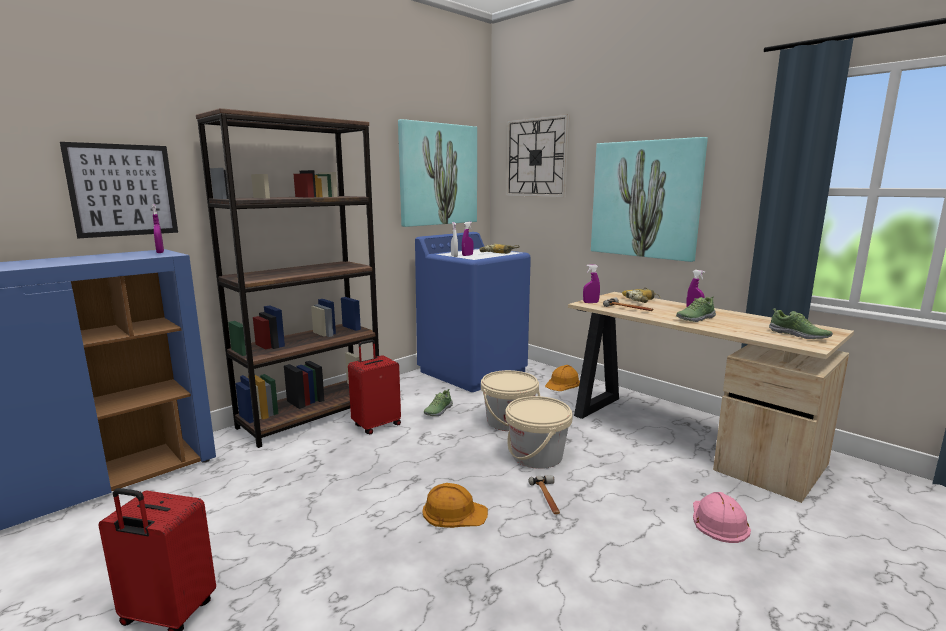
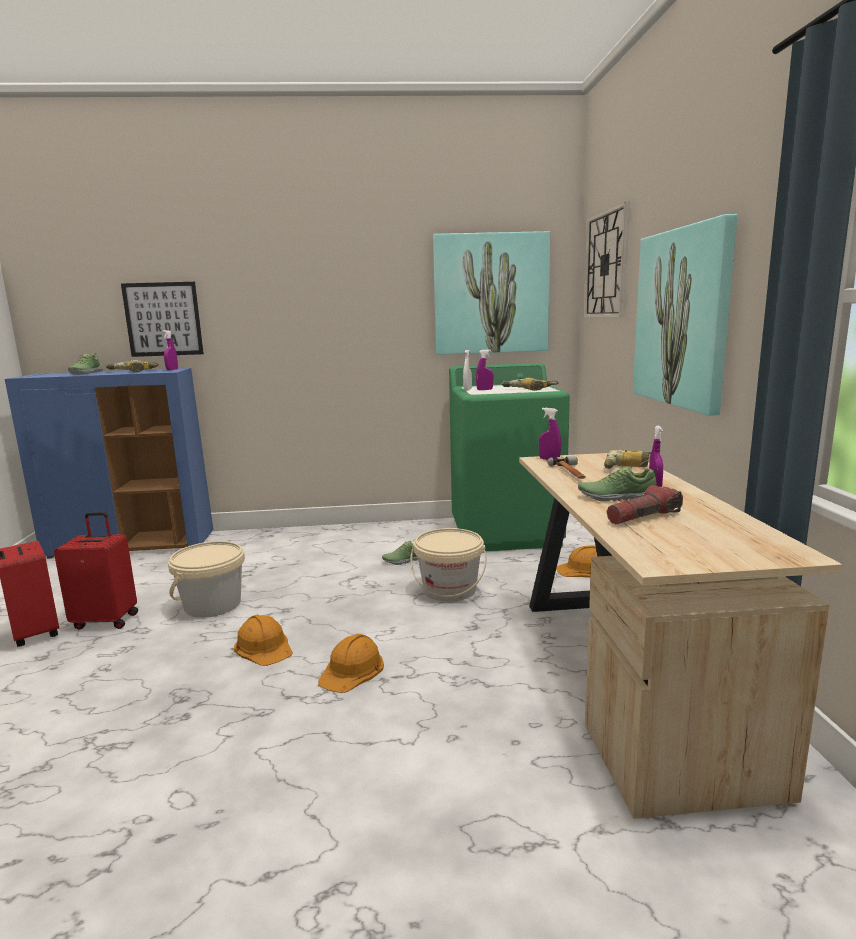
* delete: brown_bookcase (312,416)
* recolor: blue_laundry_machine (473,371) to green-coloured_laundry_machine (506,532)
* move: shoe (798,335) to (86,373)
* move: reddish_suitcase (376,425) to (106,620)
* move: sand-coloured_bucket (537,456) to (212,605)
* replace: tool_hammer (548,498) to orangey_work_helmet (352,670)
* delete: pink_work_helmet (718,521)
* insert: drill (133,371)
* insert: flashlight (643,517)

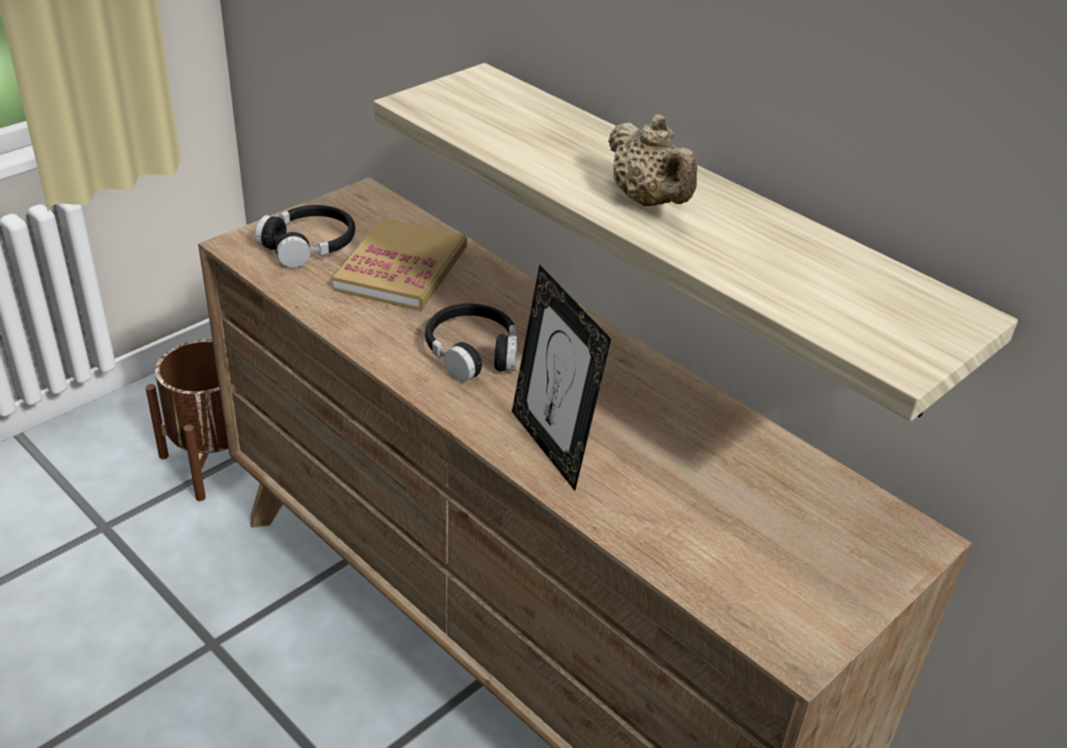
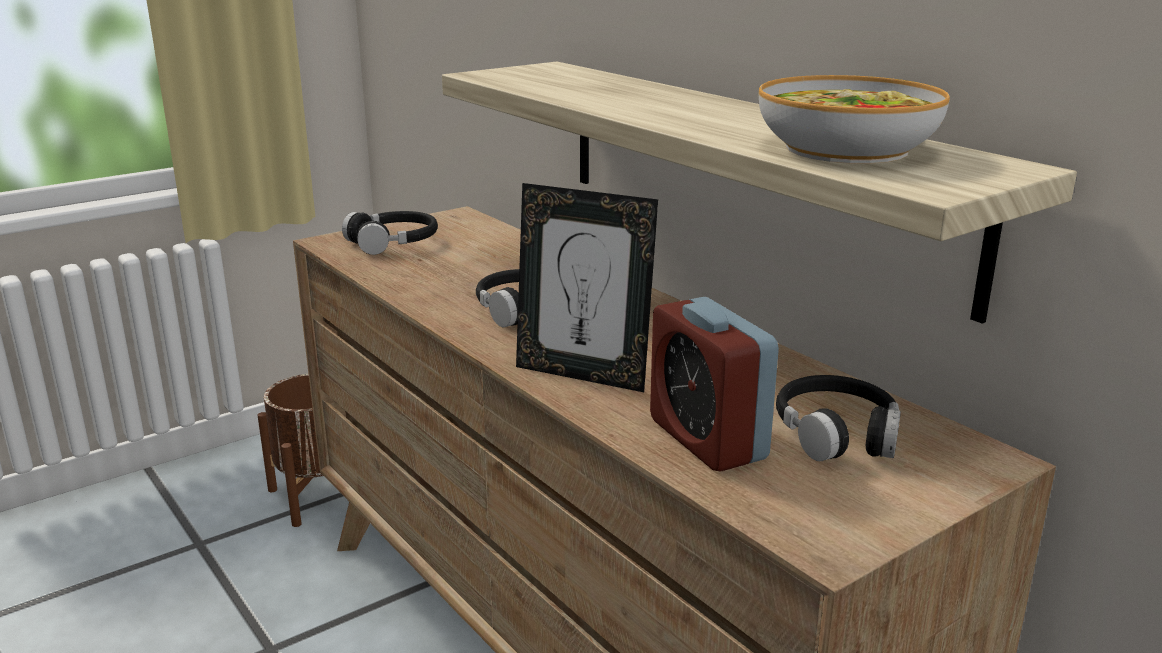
* delete: sand-coloured_tea_pot (648,201)
* delete: book (402,269)
* rotate: picture_frame (551,446) = (583,374) 45 degrees counterclockwise
* insert: bowl (846,149)
* insert: table_clock (707,439)
* insert: blackish_headset (837,433)

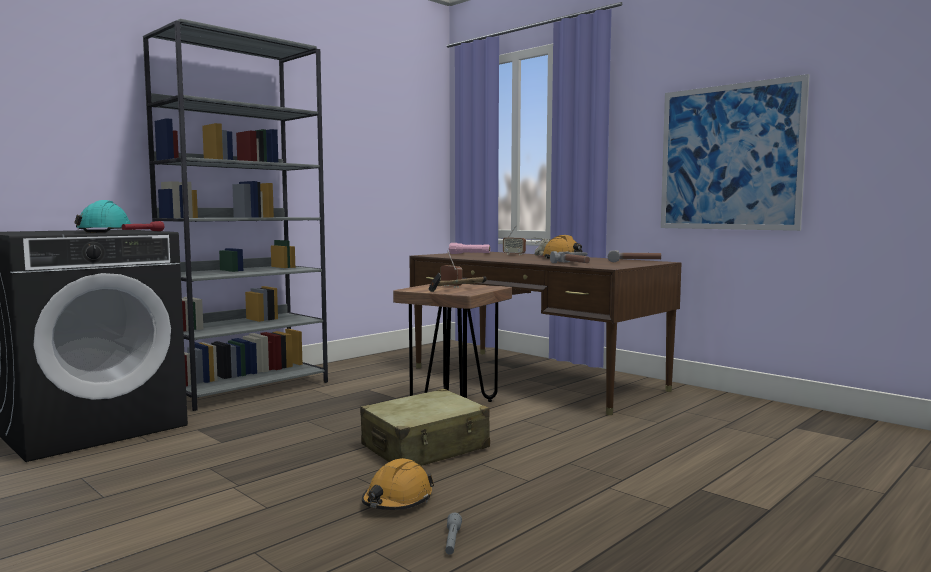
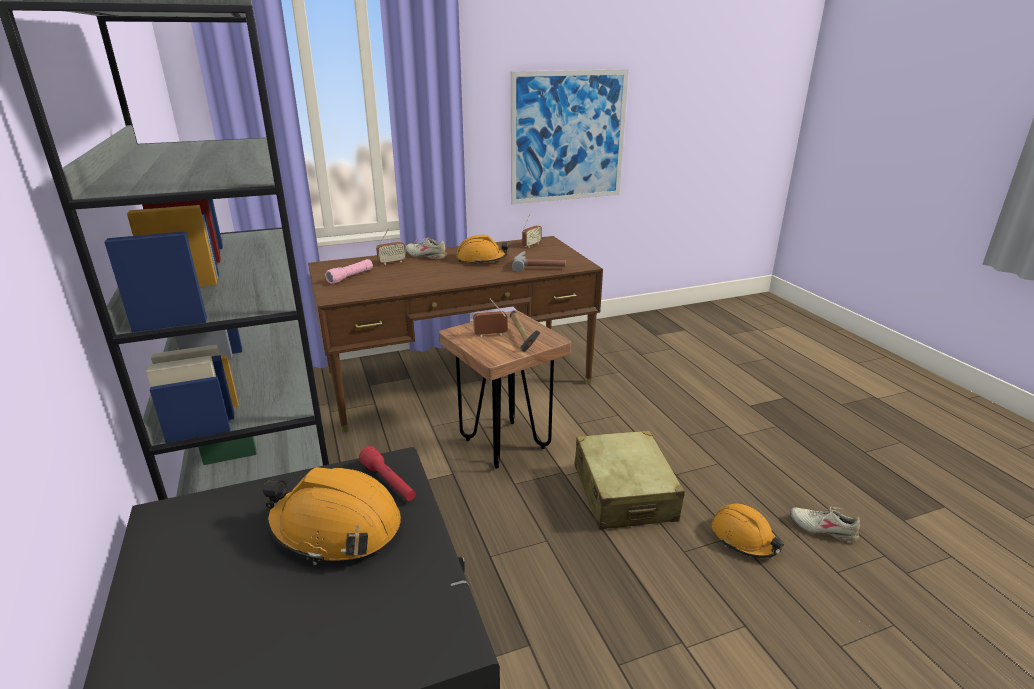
* recolor: blue-green_work_helmet (105,231) to orangey_work_helmet (335,528)
* replace: tool_hammer (634,261) to radio (531,245)
* replace: greyish_flashlight (452,541) to sand-coloured_shoe (823,529)

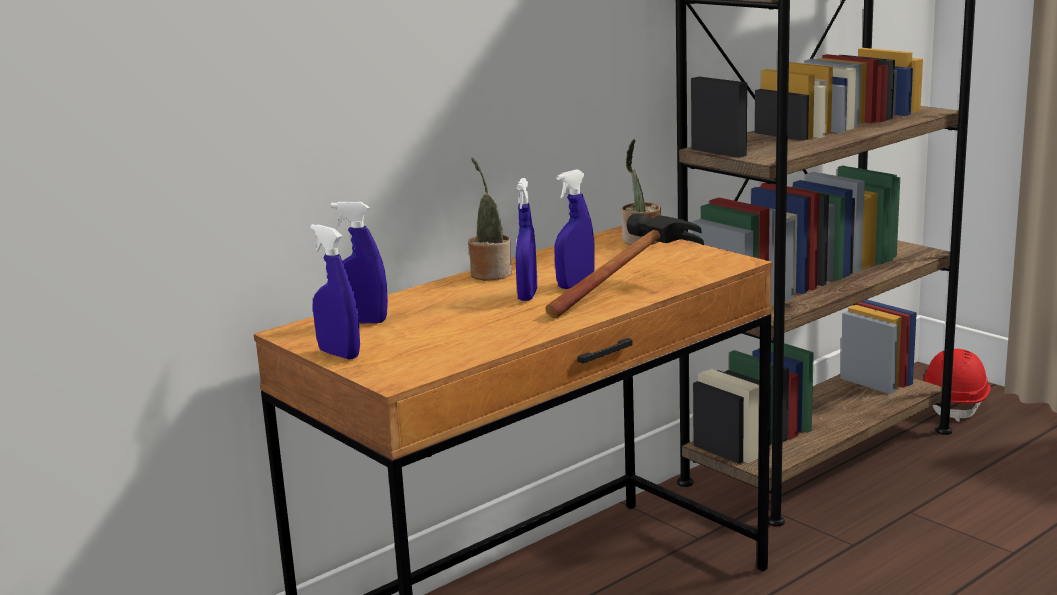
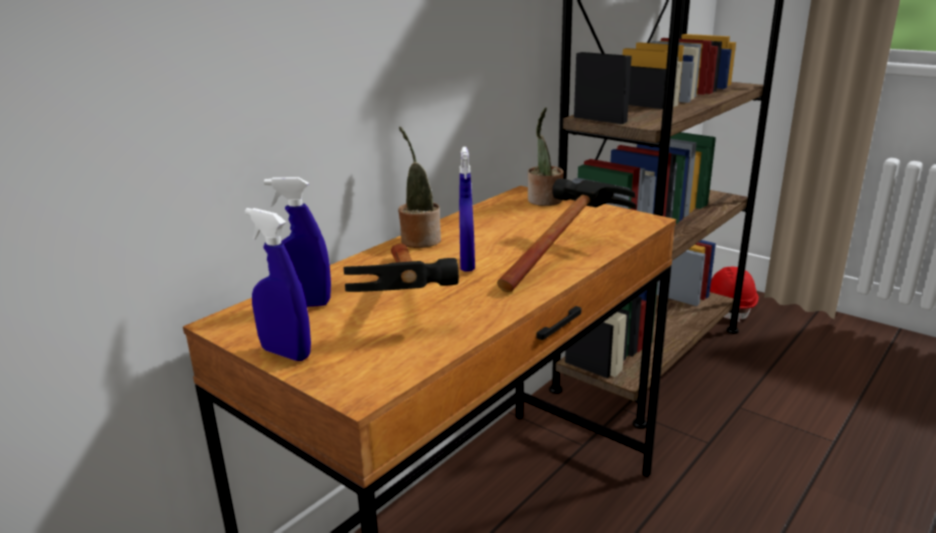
* delete: blue_hand_sprayer (575,284)
* insert: tool_hammer (408,303)

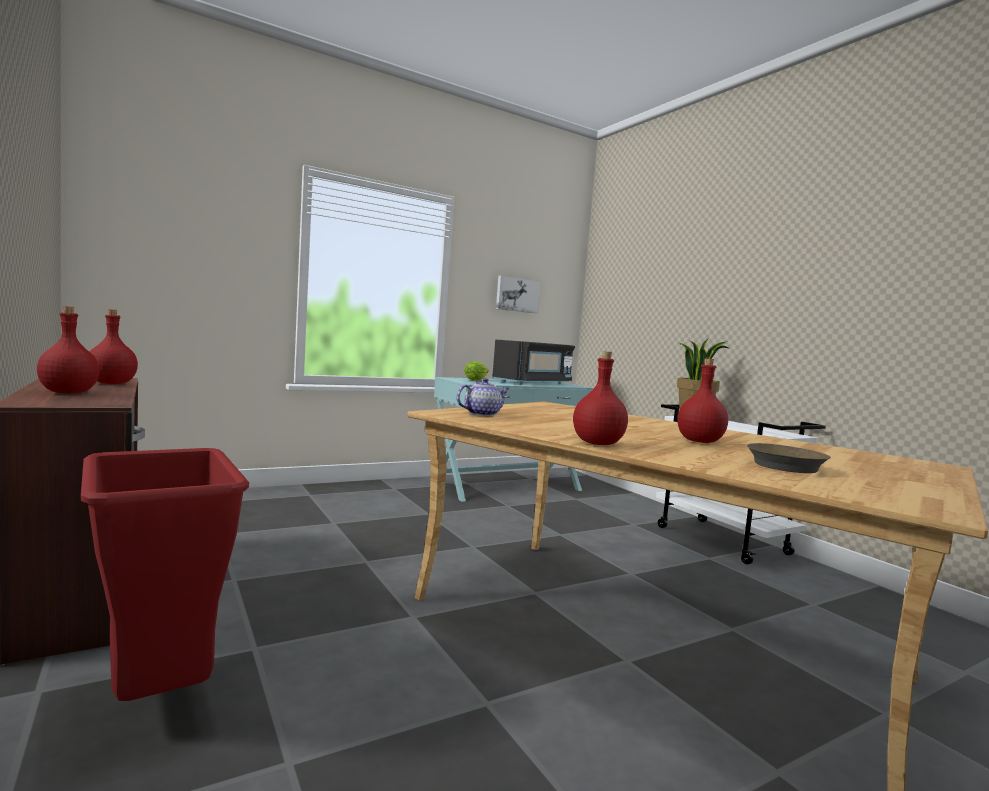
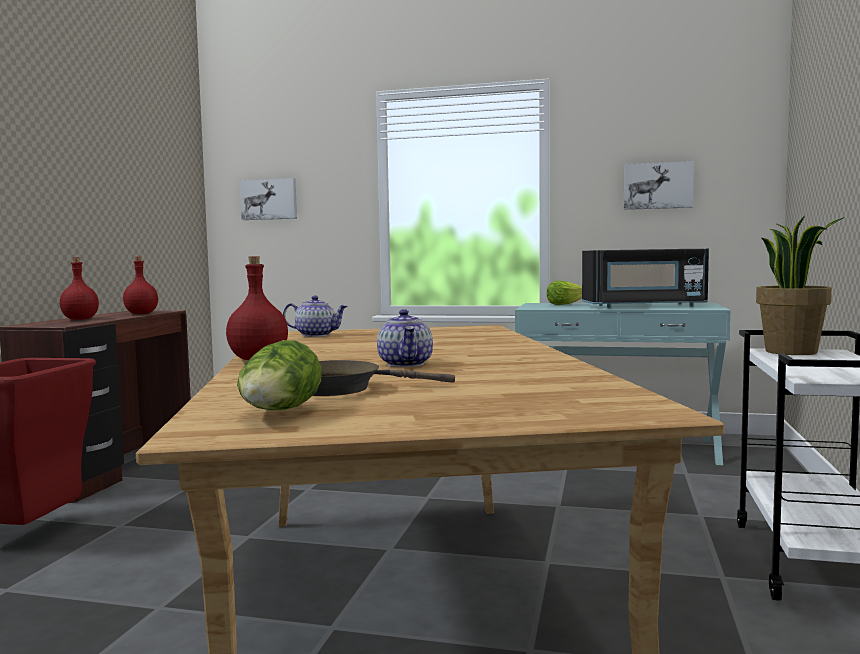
* replace: reddish_beverage_bottle (699,441) to tea_pot (406,364)
* insert: picture (269,199)
* insert: lettuce (279,413)

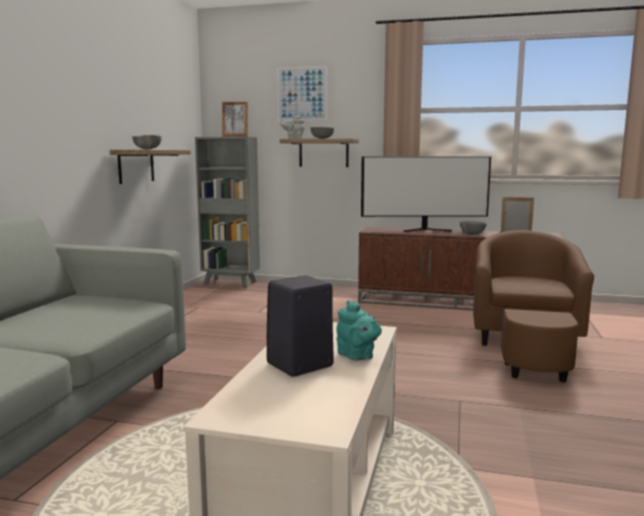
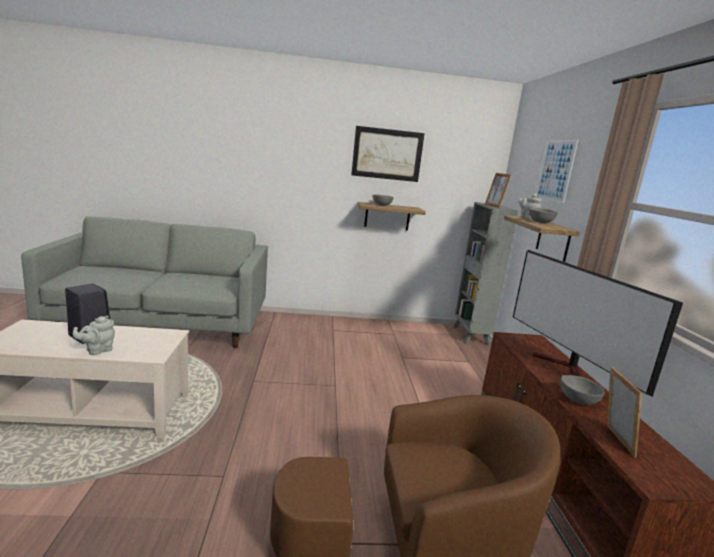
* recolor: blue-green_tea_pot (357,356) to greyish_tea_pot (97,350)
* insert: picture (387,154)

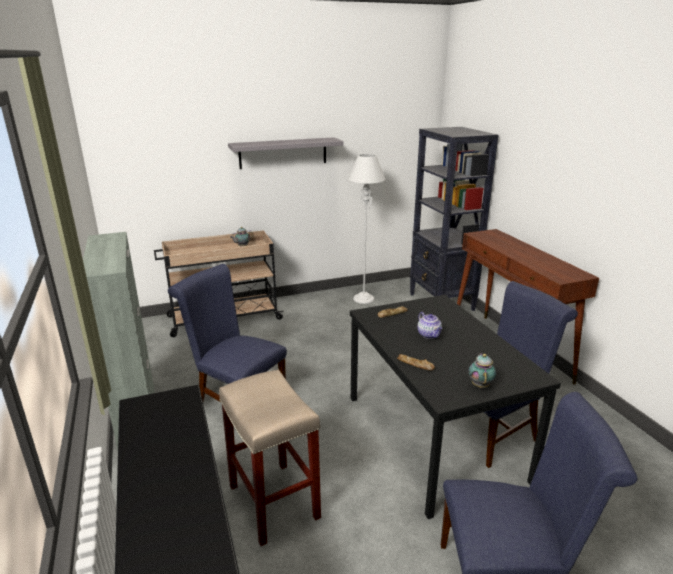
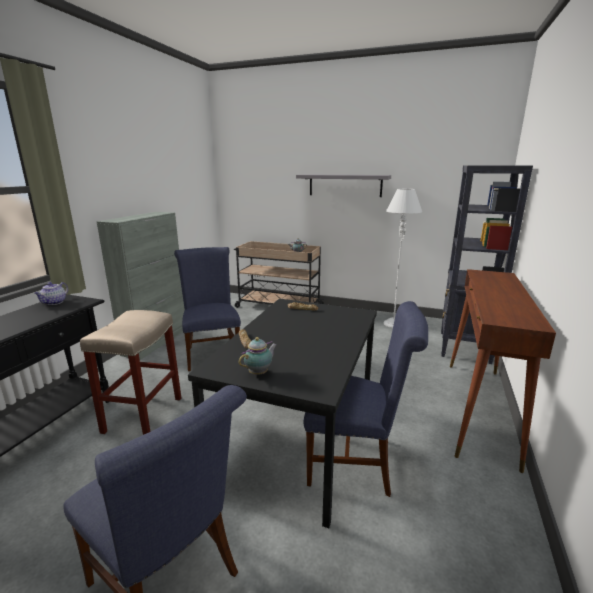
* move: tea_pot (429,335) to (54,302)

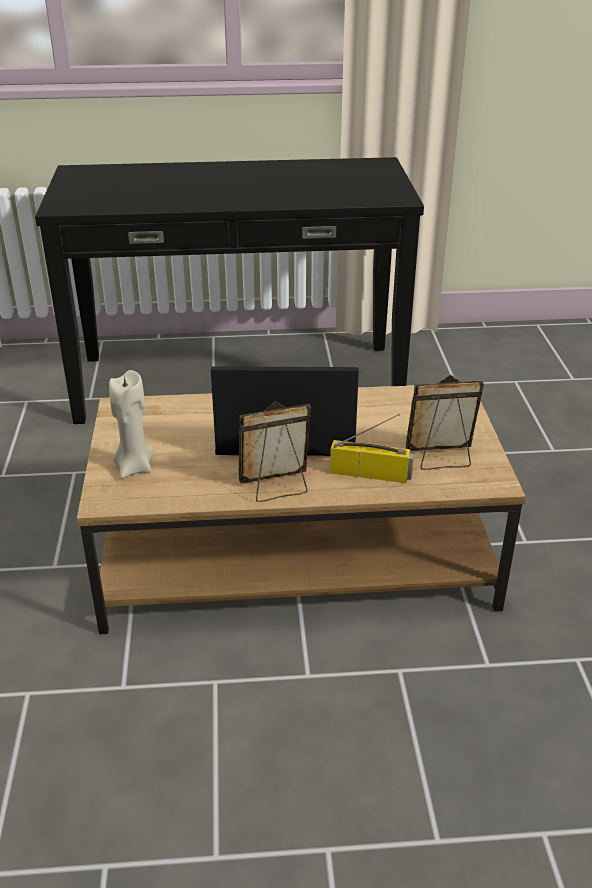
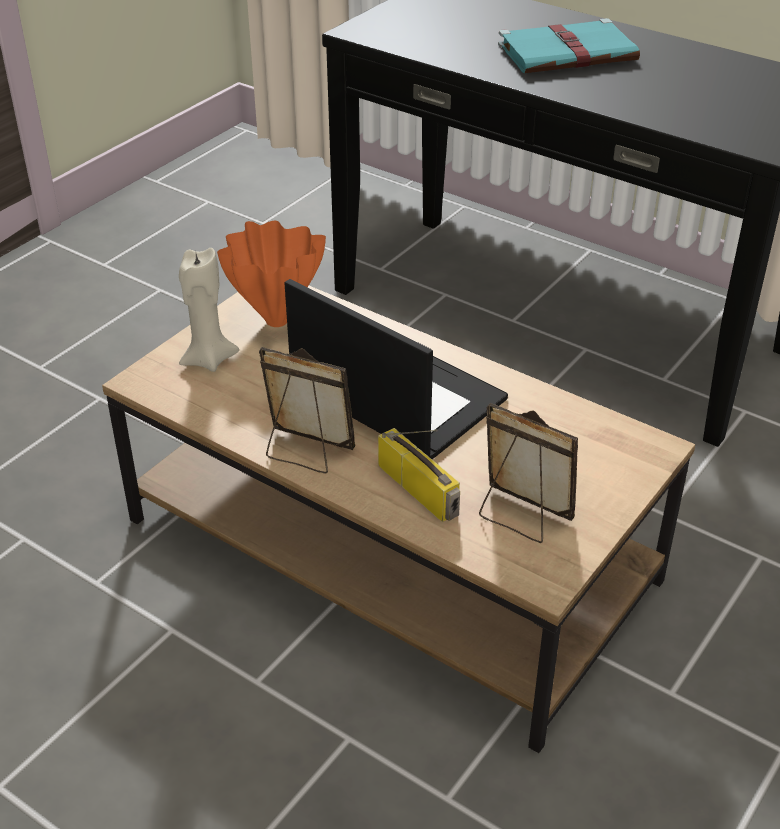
* insert: blue-green_book (569,53)
* insert: orangey_flower_vase (274,321)

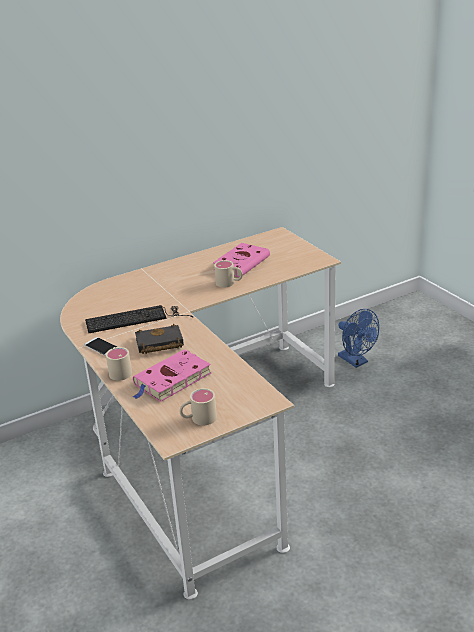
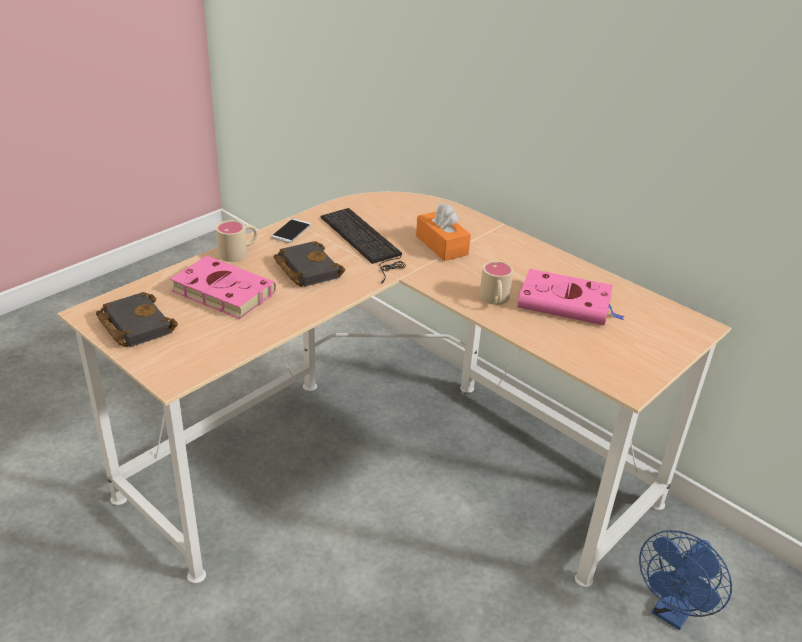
* replace: sand-coloured_tea_mug (198,419) to blackish_book (133,325)
* insert: orangey_tissue_box (441,245)

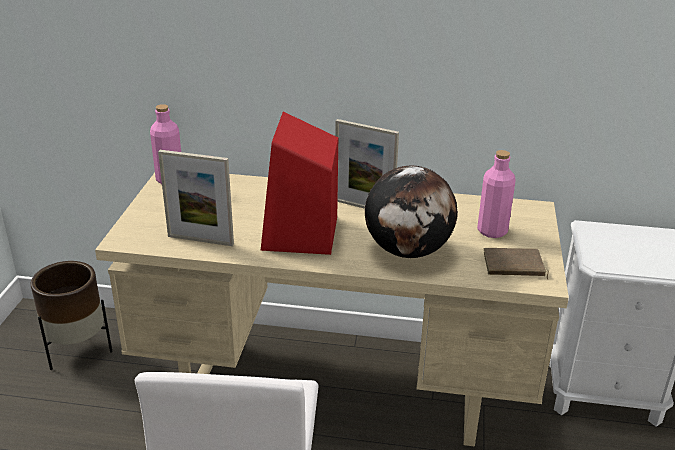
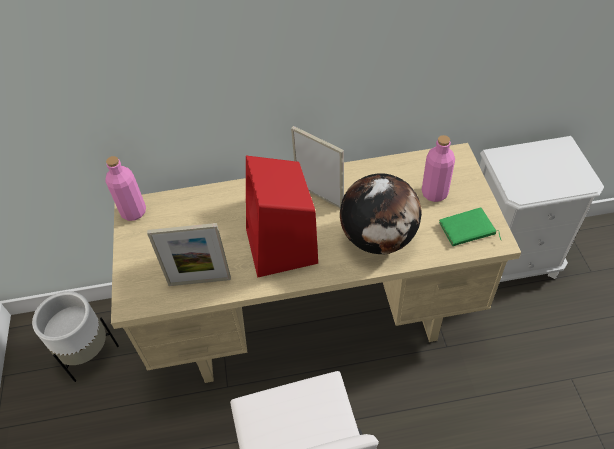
* rotate: picture_frame (364,207) = (319,196) 150 degrees counterclockwise
* recolor: brown_book (513,266) to green-coloured_book (467,230)
* recolor: brown_flower_pot (78,350) to white-coloured_flower_pot (88,353)

